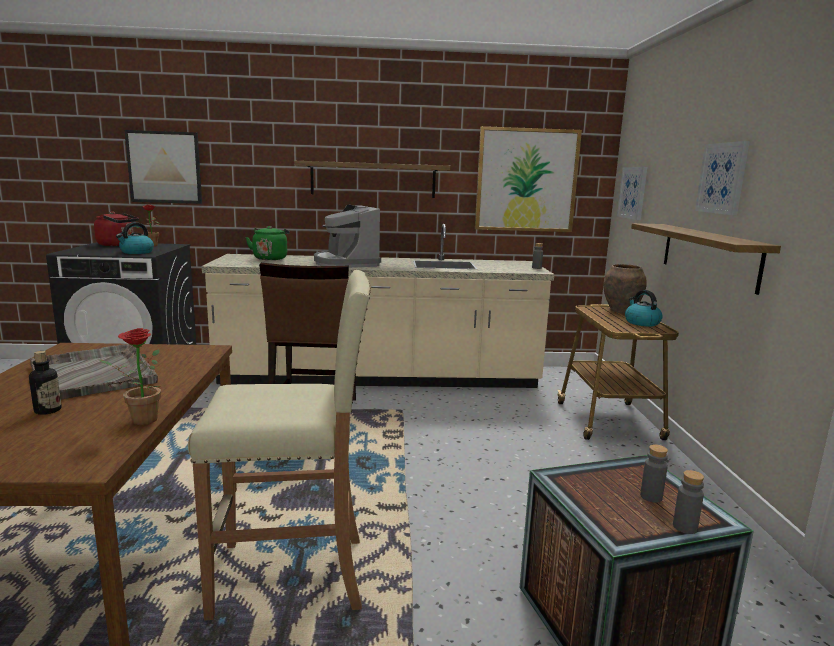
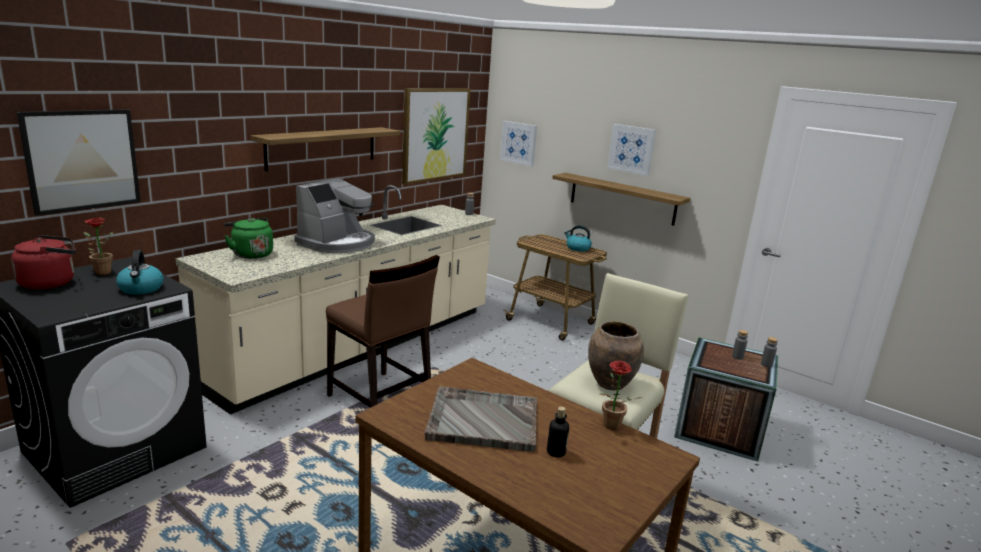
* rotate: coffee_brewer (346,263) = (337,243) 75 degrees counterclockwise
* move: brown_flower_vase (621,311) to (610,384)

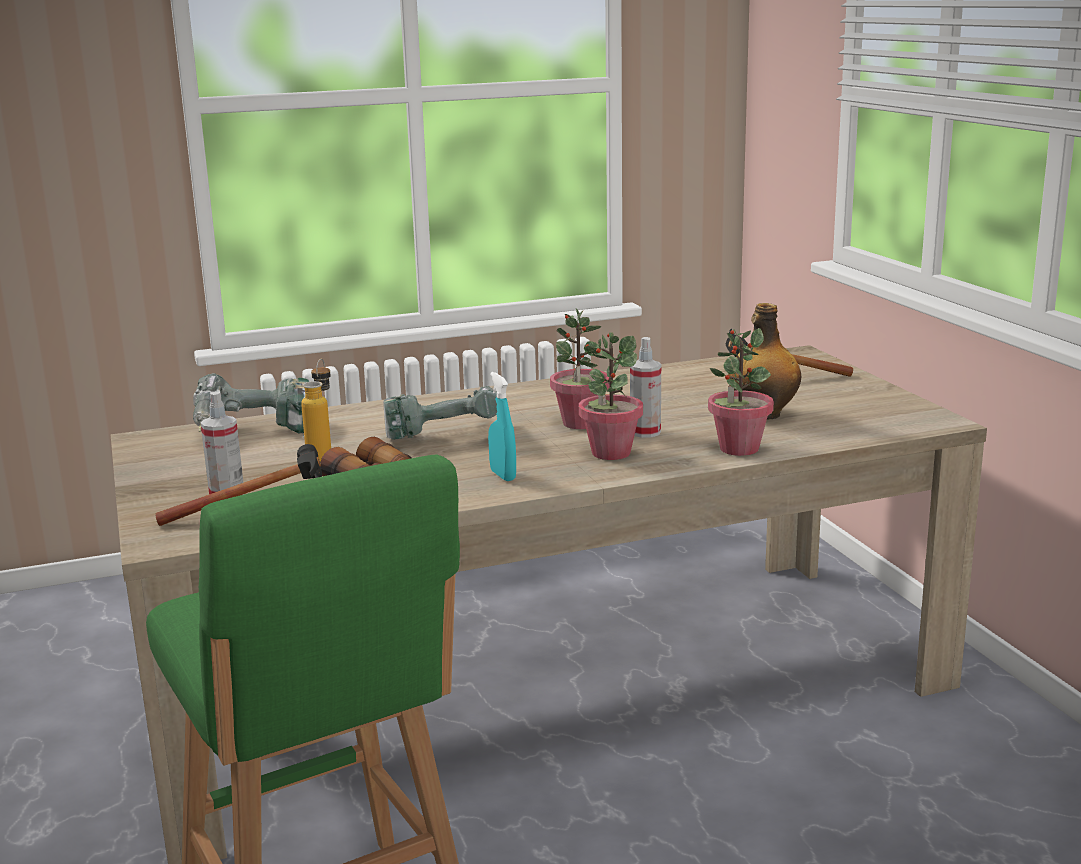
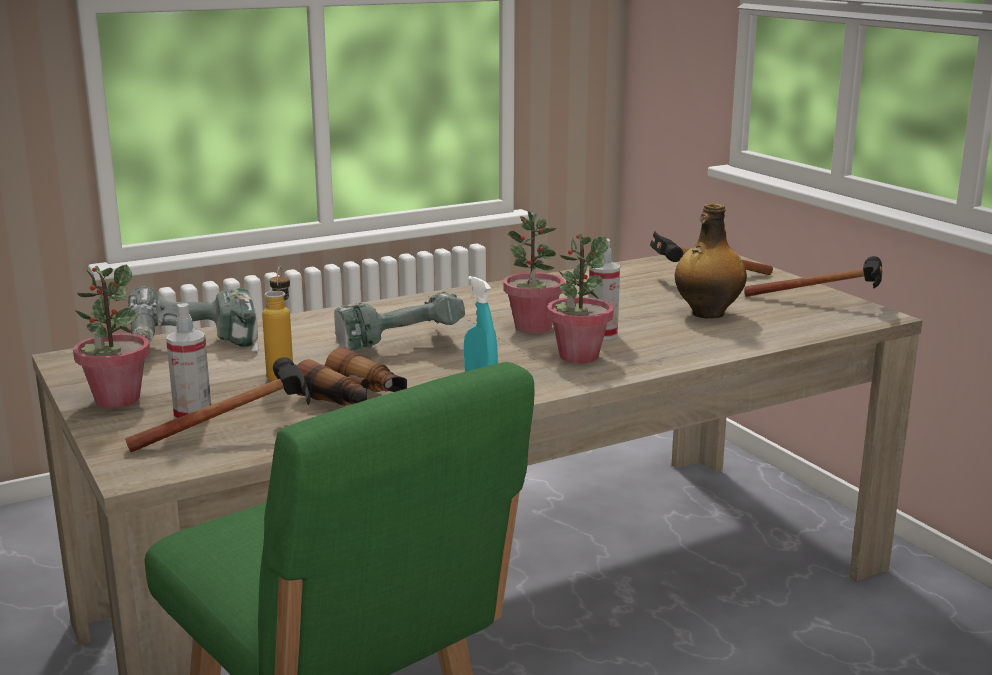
* move: potted_plant (738,449) to (117,399)
* insert: tool_hammer (829,304)

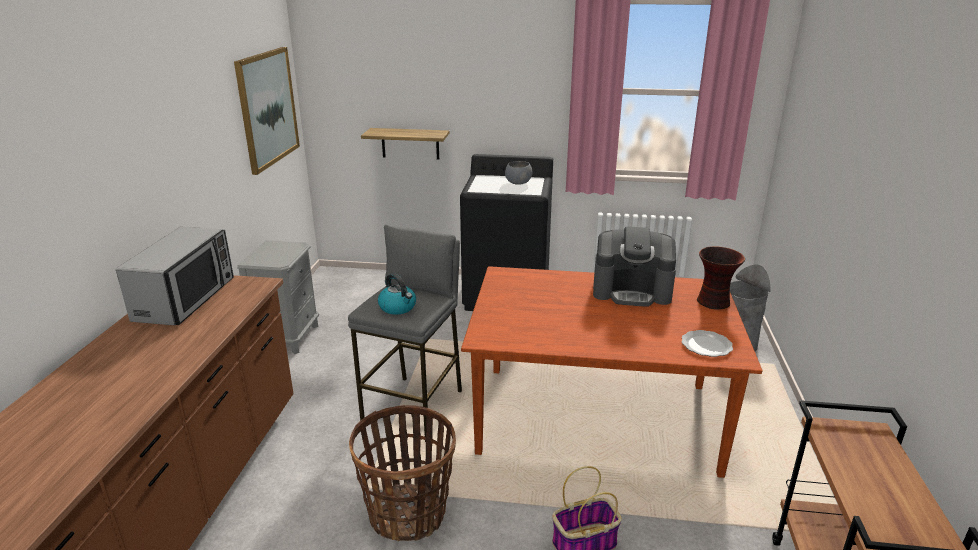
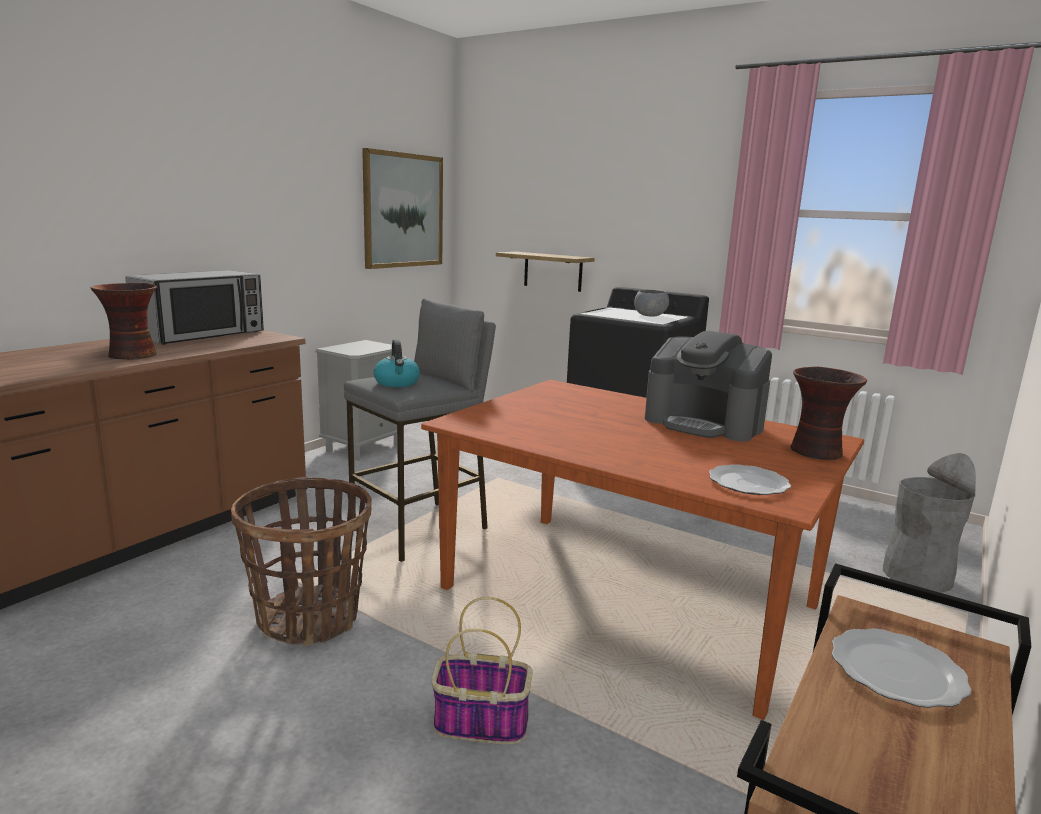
* insert: flower_vase (132,355)
* insert: plate (896,670)

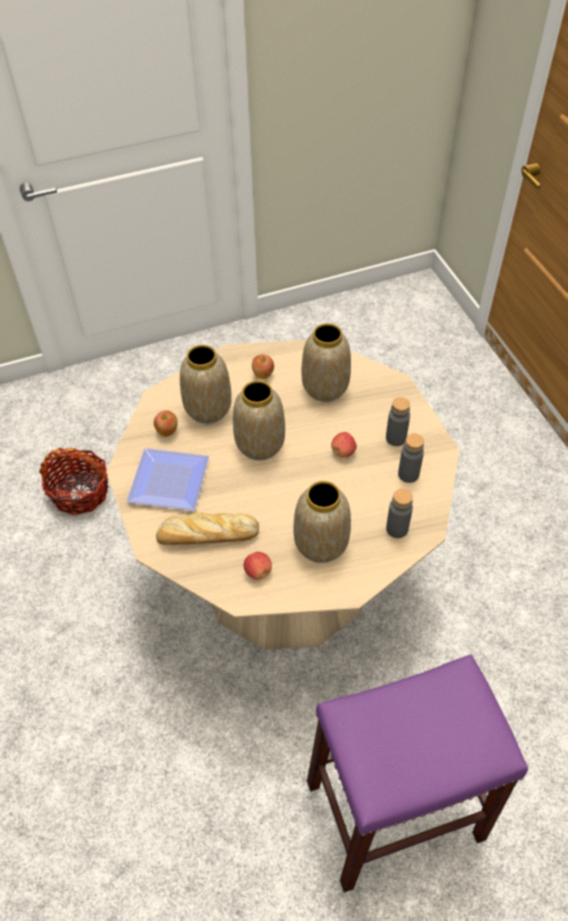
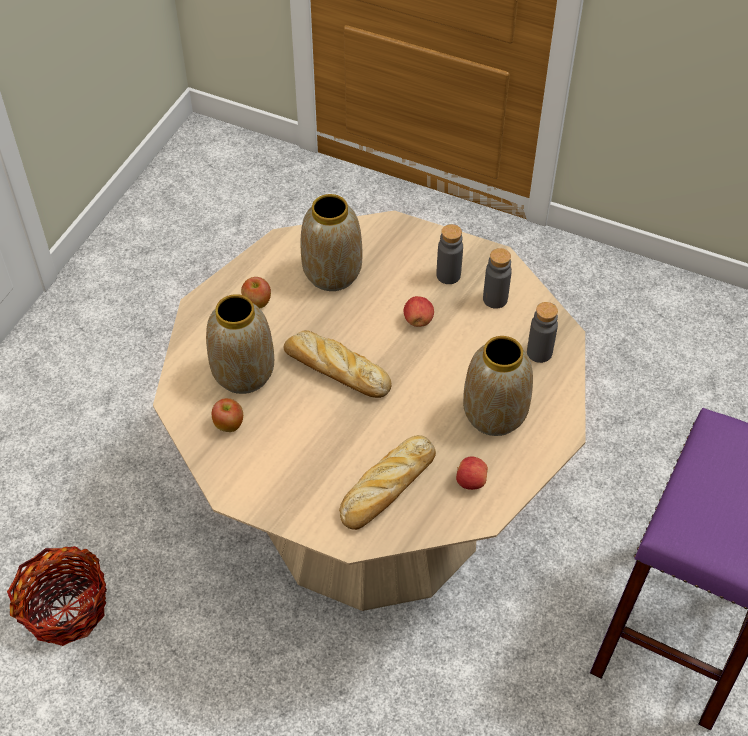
* replace: flower_vase (259,444) to bread (334,370)
* delete: plate (166,483)

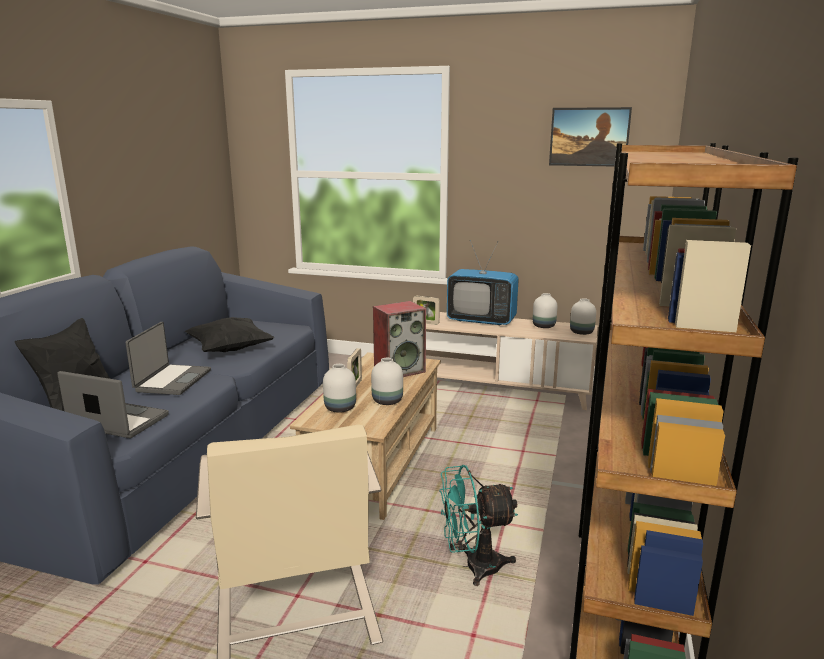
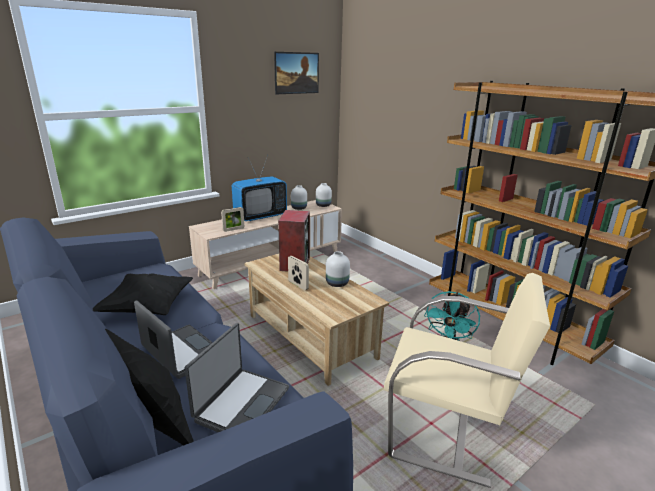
* delete: white-coloured_flower_vase (340,408)
* rotate: portable_computer (118,422) = (241,403) 150 degrees clockwise

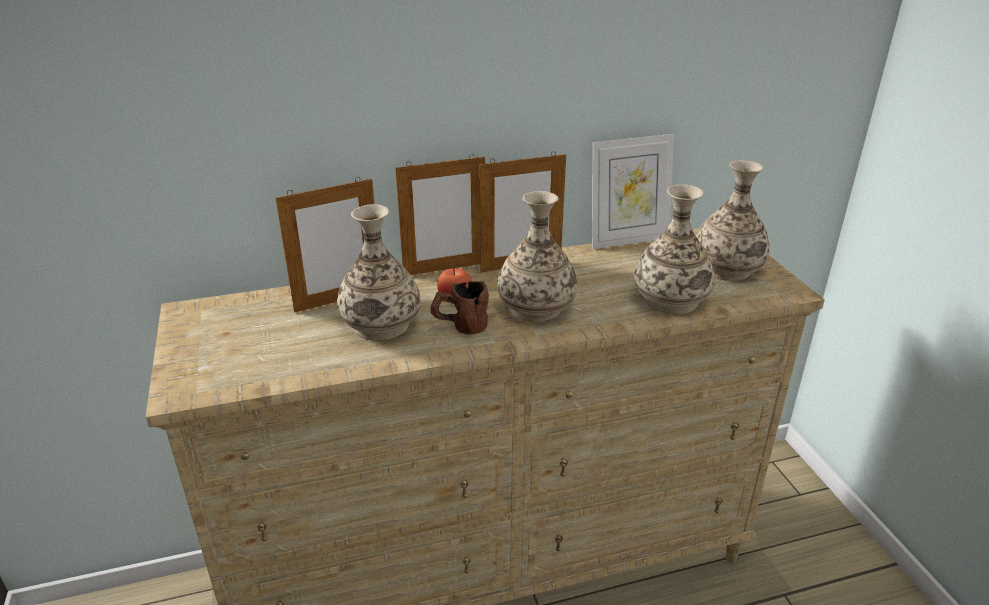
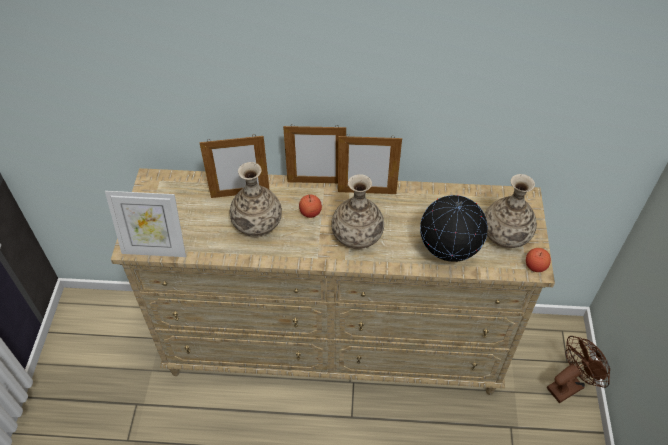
* move: picture_frame (627,239) to (155,249)
* replace: flower_vase (670,300) to desk_globe (447,253)
* delete: brown_tea_mug (460,327)
* insert: apple_fruit (535,266)
* insert: brown_fan (569,385)

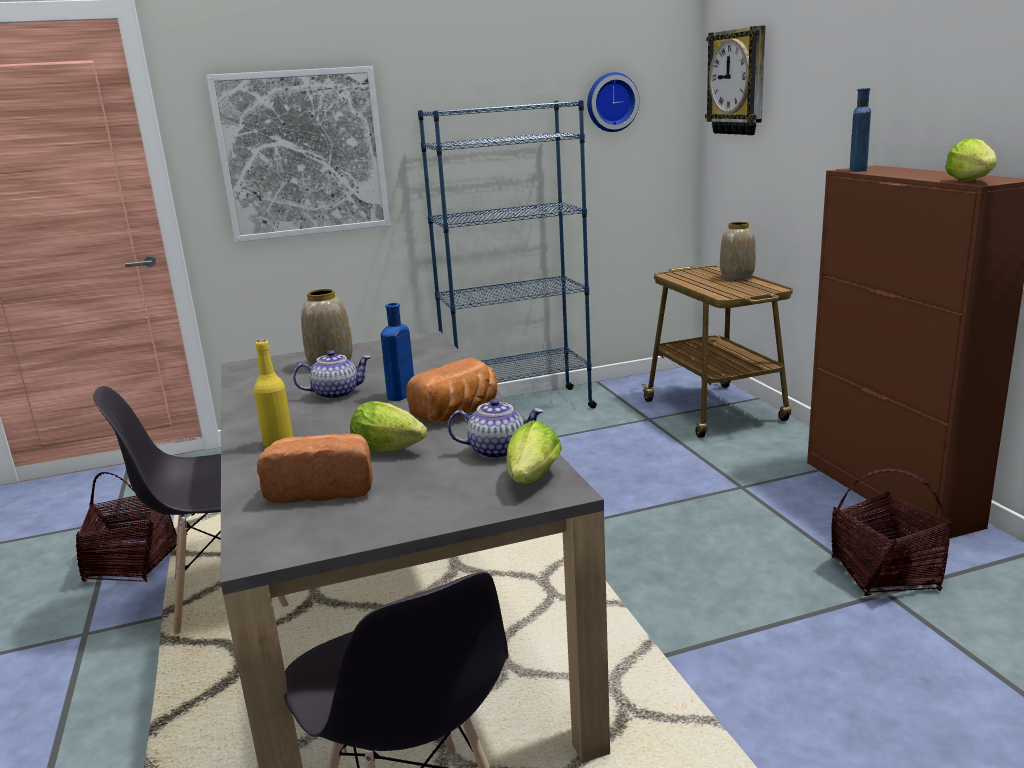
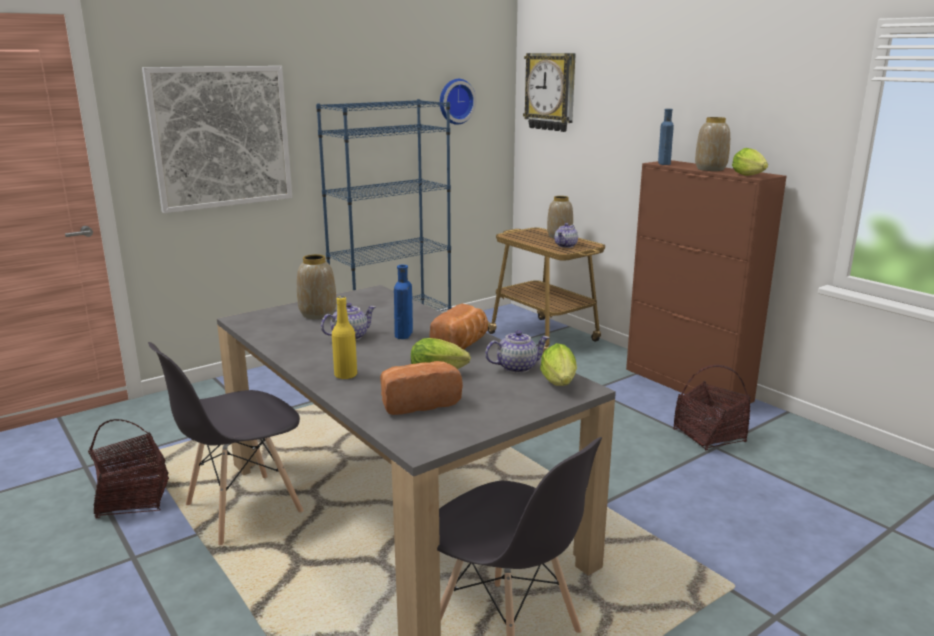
* insert: flower_vase (710,169)
* insert: tea_pot (566,246)

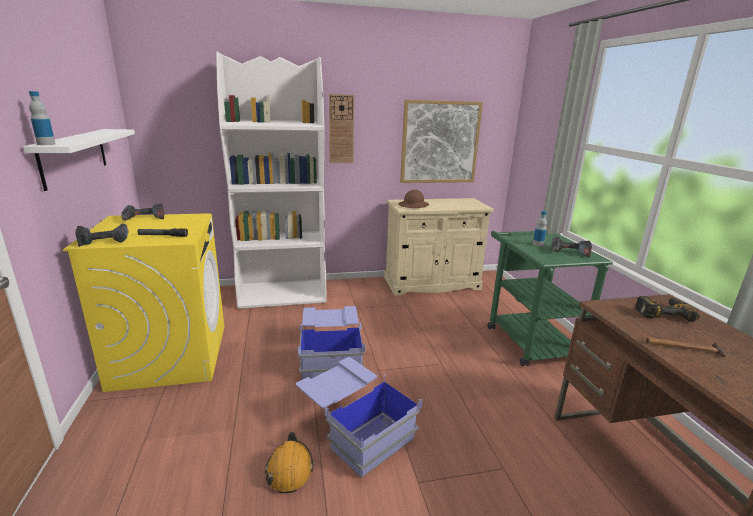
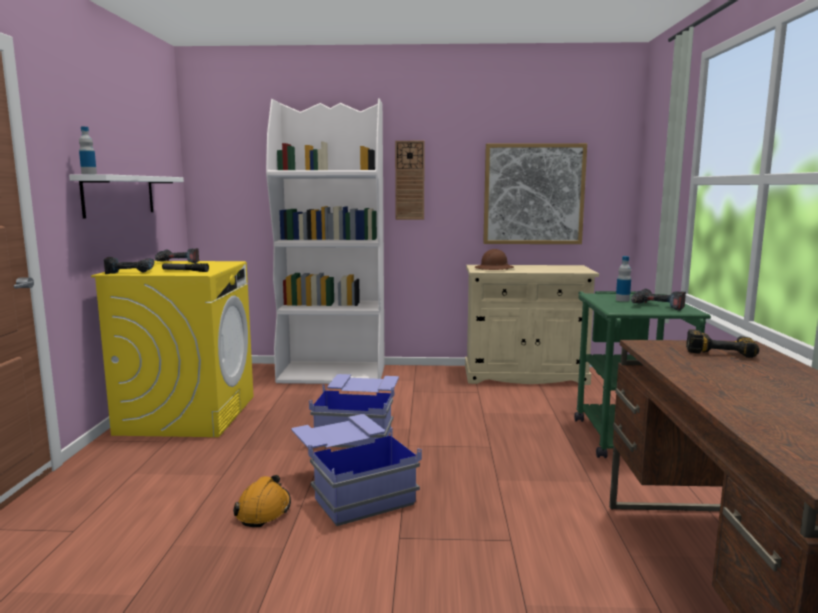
* delete: tool_hammer (683,347)

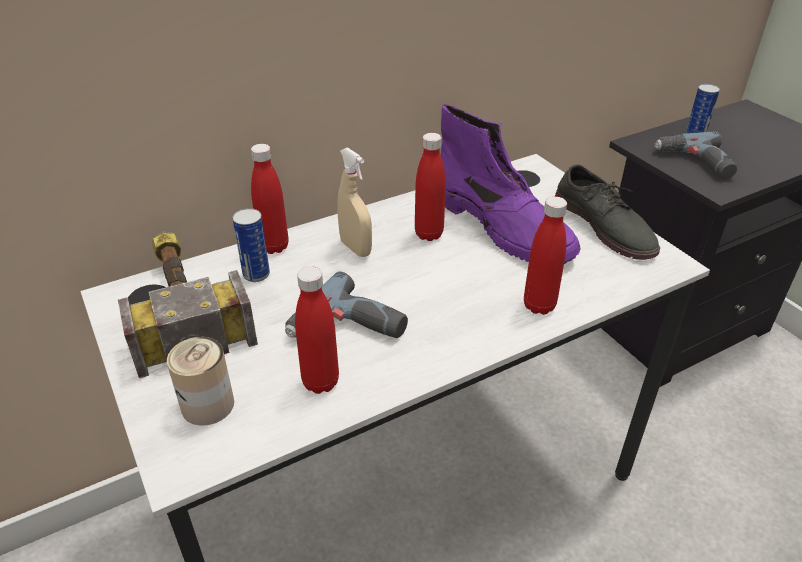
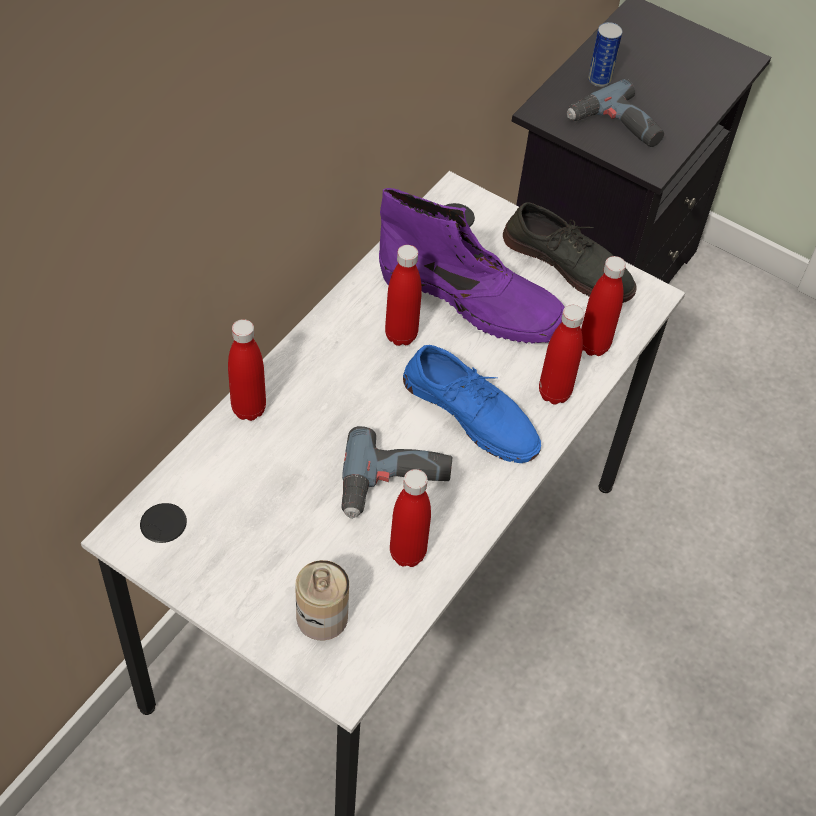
* delete: sand-coloured_hand_sprayer (355,248)
* delete: sealed_can (256,274)
* delete: tool_hammer (182,303)
* insert: reddish_beverage_bottle (593,346)
* insert: blue_shoe (472,412)

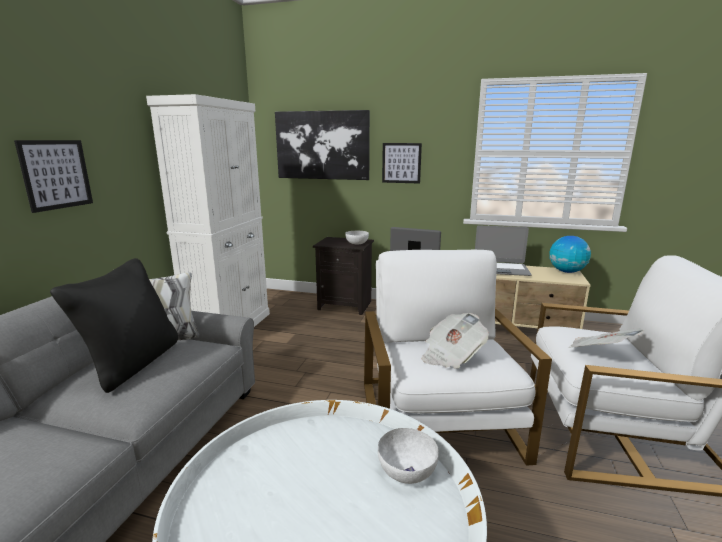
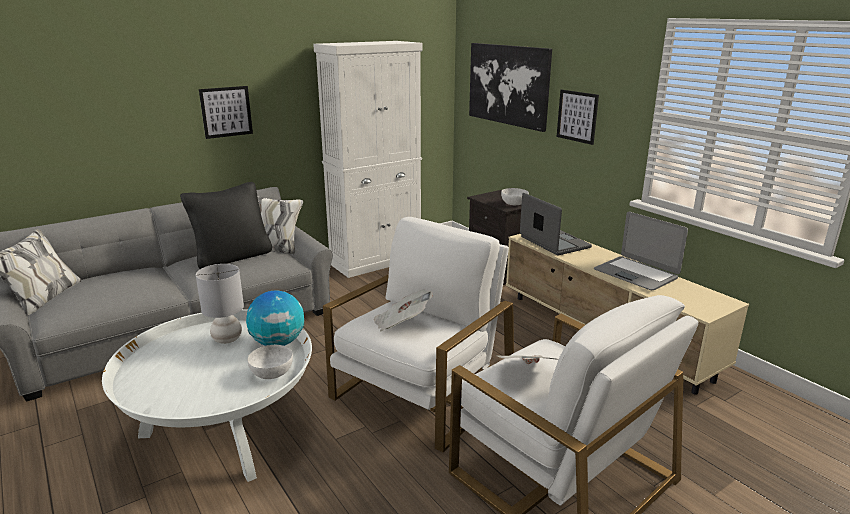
* move: desk_globe (566,271) to (278,343)
* insert: greyish_lamp_for_a_table (227,339)

